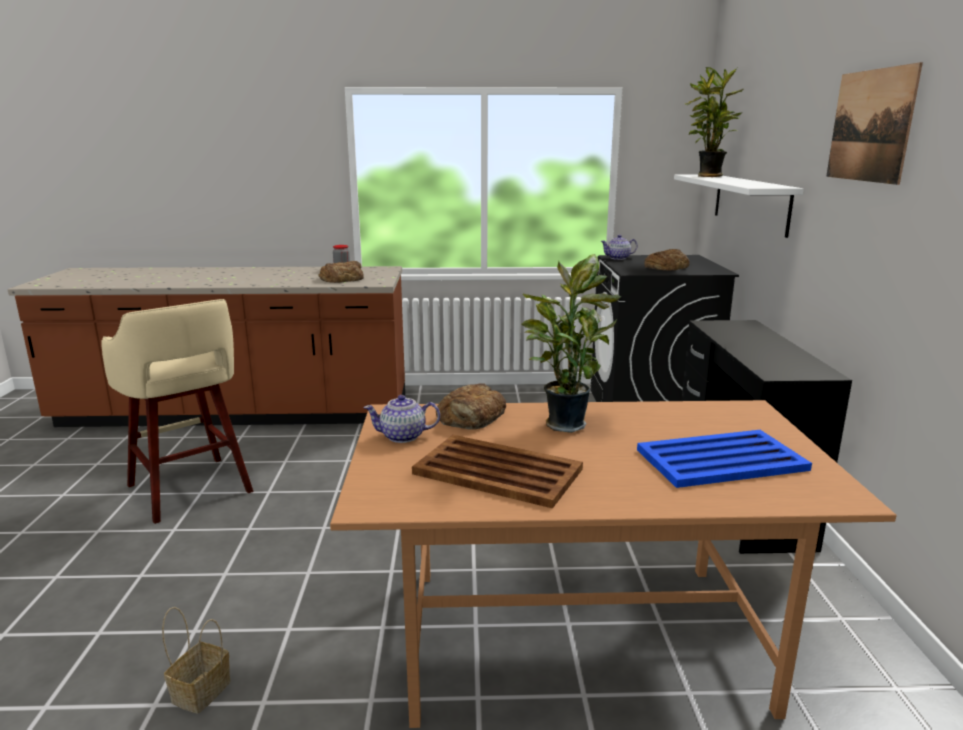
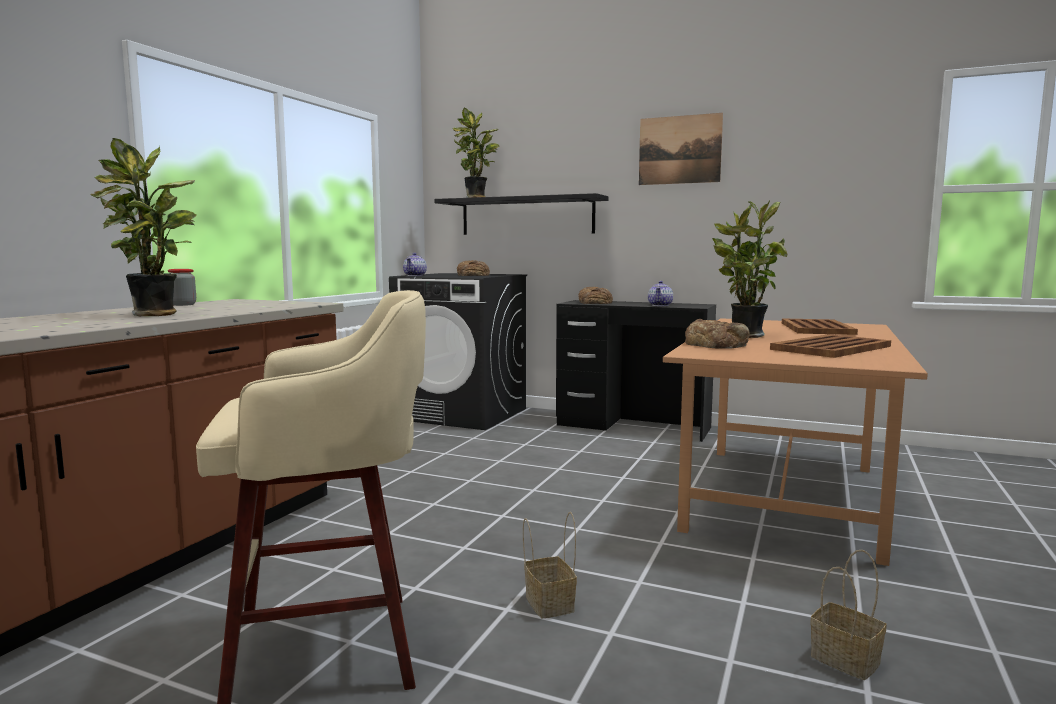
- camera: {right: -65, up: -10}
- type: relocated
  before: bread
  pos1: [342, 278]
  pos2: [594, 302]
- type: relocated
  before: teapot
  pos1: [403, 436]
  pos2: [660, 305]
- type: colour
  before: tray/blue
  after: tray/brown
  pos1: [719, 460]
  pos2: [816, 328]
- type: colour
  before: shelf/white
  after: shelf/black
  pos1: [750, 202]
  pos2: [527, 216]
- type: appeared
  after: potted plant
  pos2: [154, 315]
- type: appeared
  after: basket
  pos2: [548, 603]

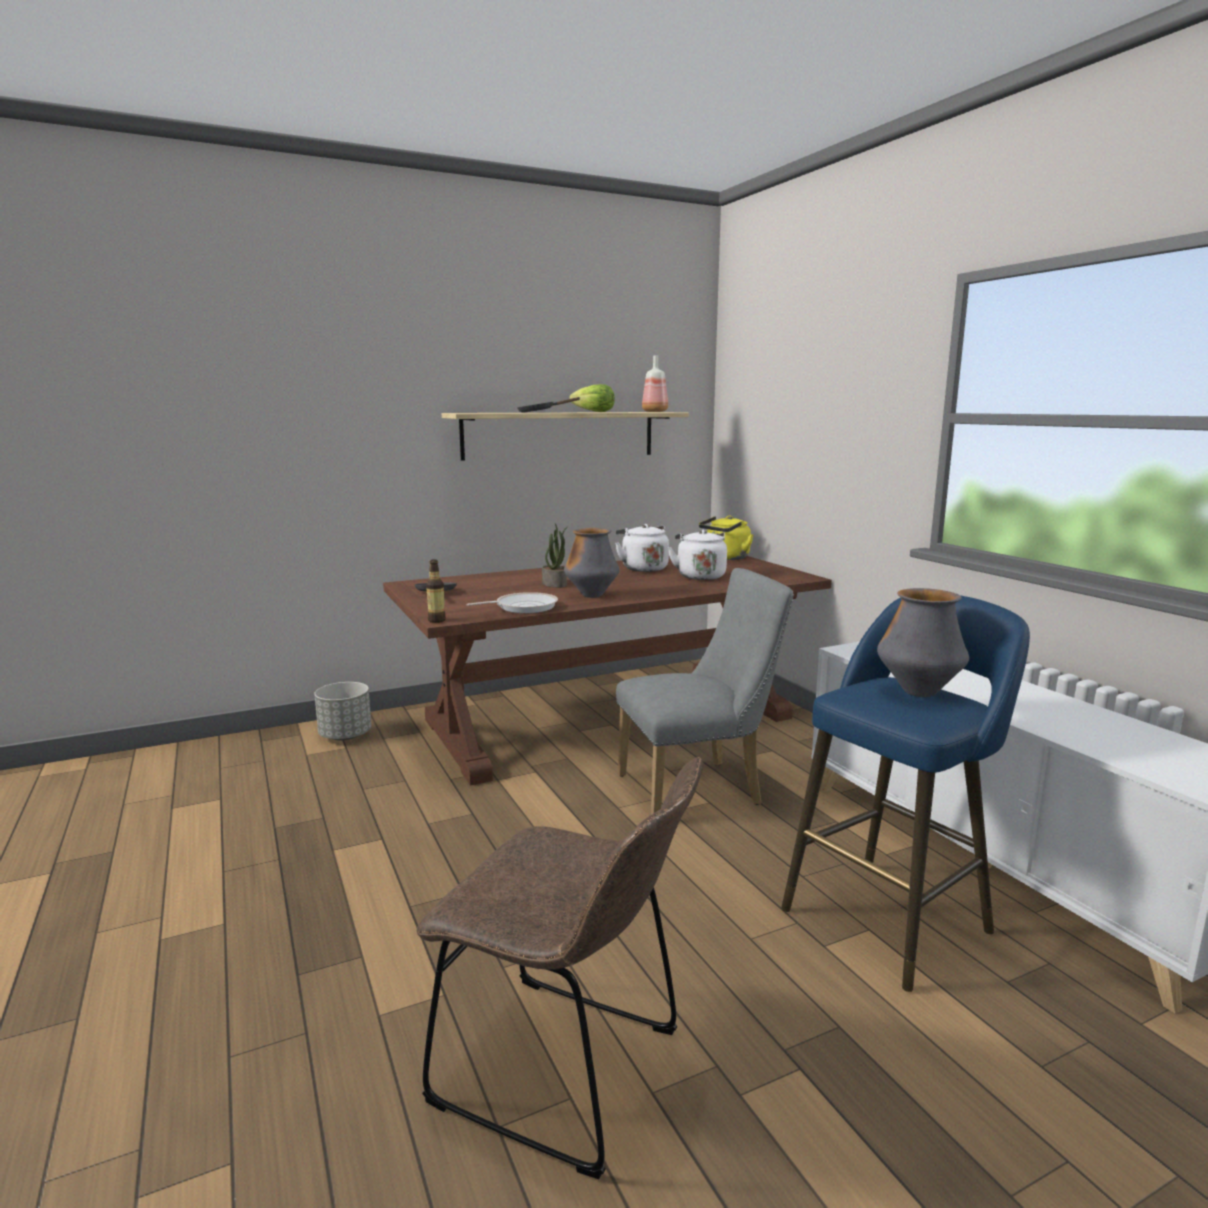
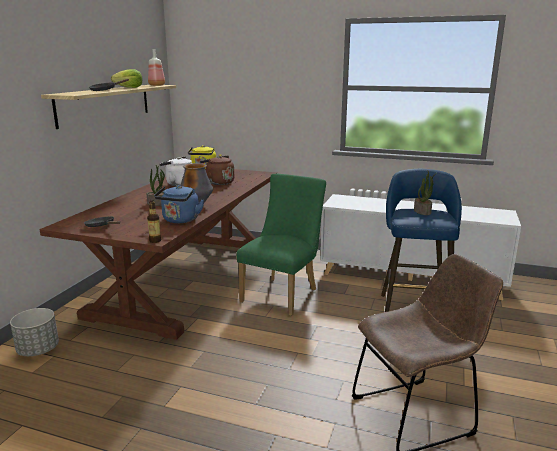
- camera: {right: -45, up: 5}
- type: exchanged
  before: frying pan
  after: kettle/blue
  pos1: [523, 607]
  pos2: [180, 220]
- type: colour
  before: chair/grey
  after: chair/green
  pos1: [699, 789]
  pos2: [283, 293]
- type: colour
  before: kettle/white
  after: kettle/brown
  pos1: [699, 576]
  pos2: [218, 182]
- type: exchanged
  before: vase
  after: potted plant
  pos1: [918, 692]
  pos2: [422, 212]

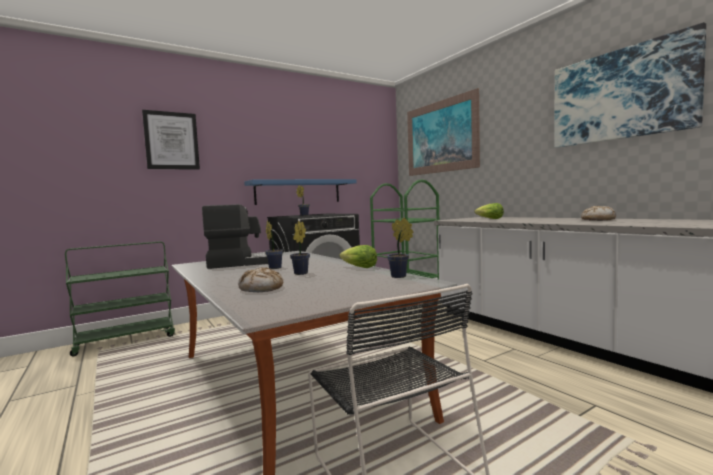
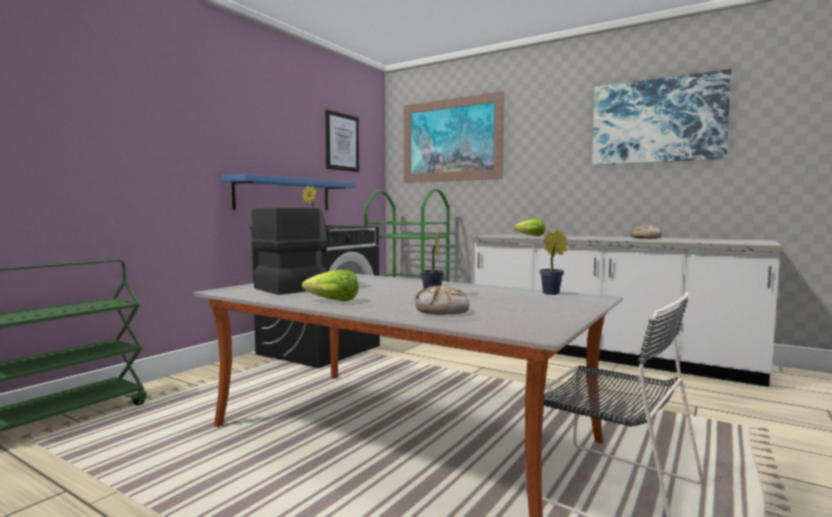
- camera: {right: -25, up: 0}
- type: relocated
  before: picture
  pos1: [171, 141]
  pos2: [342, 142]
- type: missing
  before: potted plant
  pos1: [274, 267]
- type: relocated
  before: lettuce
  pos1: [358, 267]
  pos2: [332, 301]

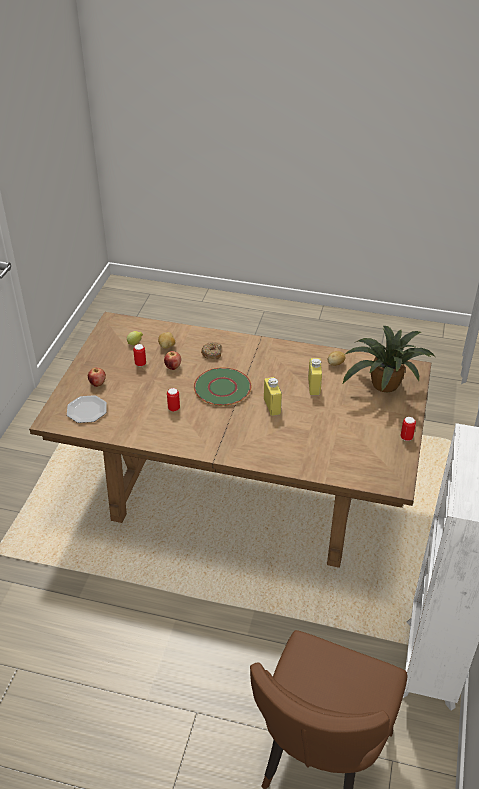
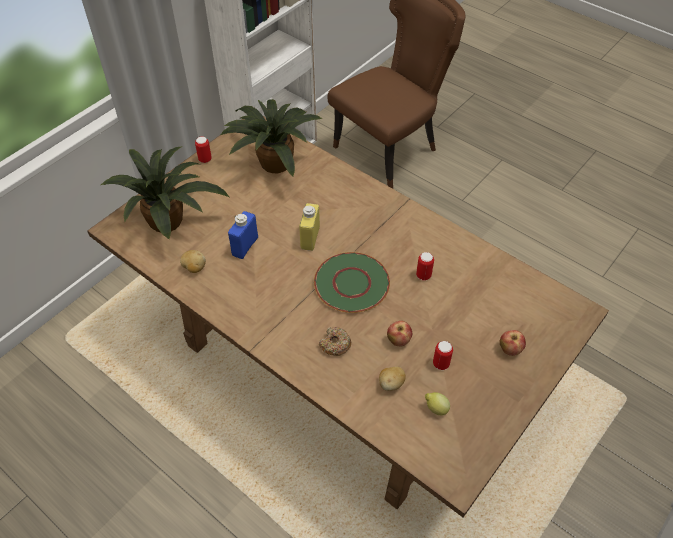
- camera: {right: -155, up: 10}
- type: missing
  before: plate
  pos1: [87, 411]
- type: colour
  before: bottle/yellow
  after: bottle/blue
  pos1: [314, 386]
  pos2: [245, 246]
- type: appeared
  after: potted plant
  pos2: [273, 162]

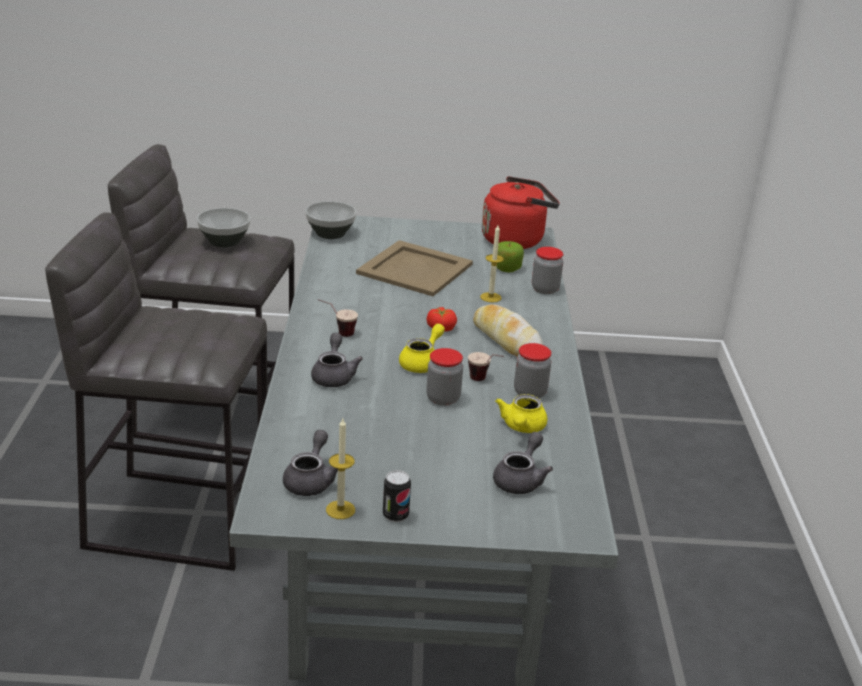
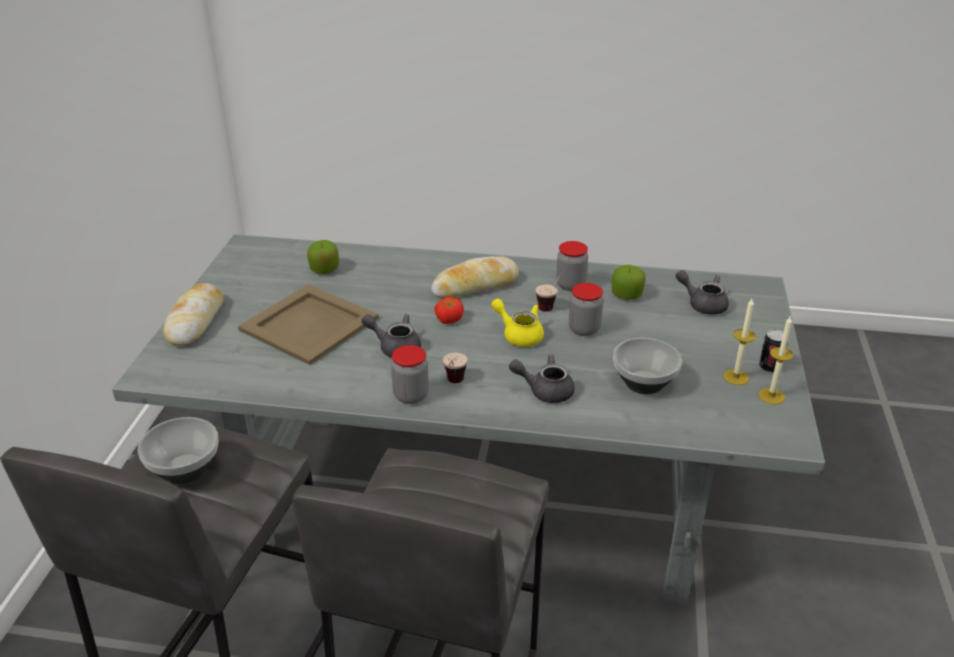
- camera: {right: -80, up: 5}
- type: relocated
  before: teapot/grey
  pos1: [311, 480]
  pos2: [395, 347]
- type: relocated
  before: bowl
  pos1: [329, 233]
  pos2: [644, 383]
- type: relocated
  before: candle
  pos1: [490, 297]
  pos2: [736, 377]
- type: missing
  before: kettle/red
  pos1: [516, 240]
- type: exchanged
  before: teapot/yellow
  after: apple
  pos1: [521, 427]
  pos2: [626, 295]
- type: relocated
  before: jar
  pos1: [545, 289]
  pos2: [411, 395]
- type: appeared
  after: bread
  pos2: [196, 321]

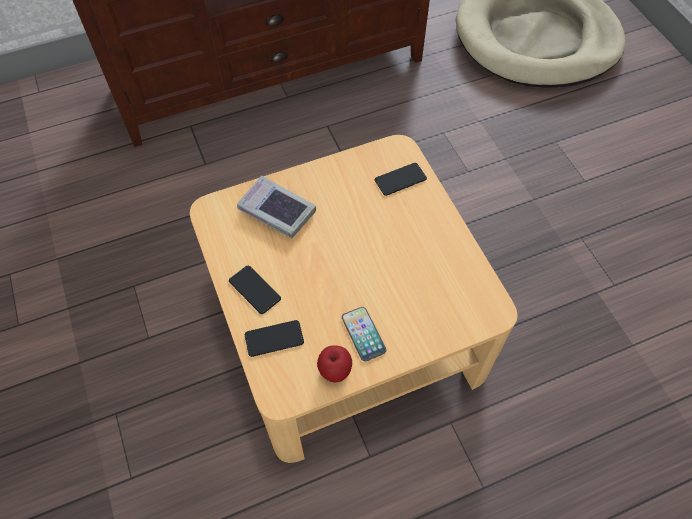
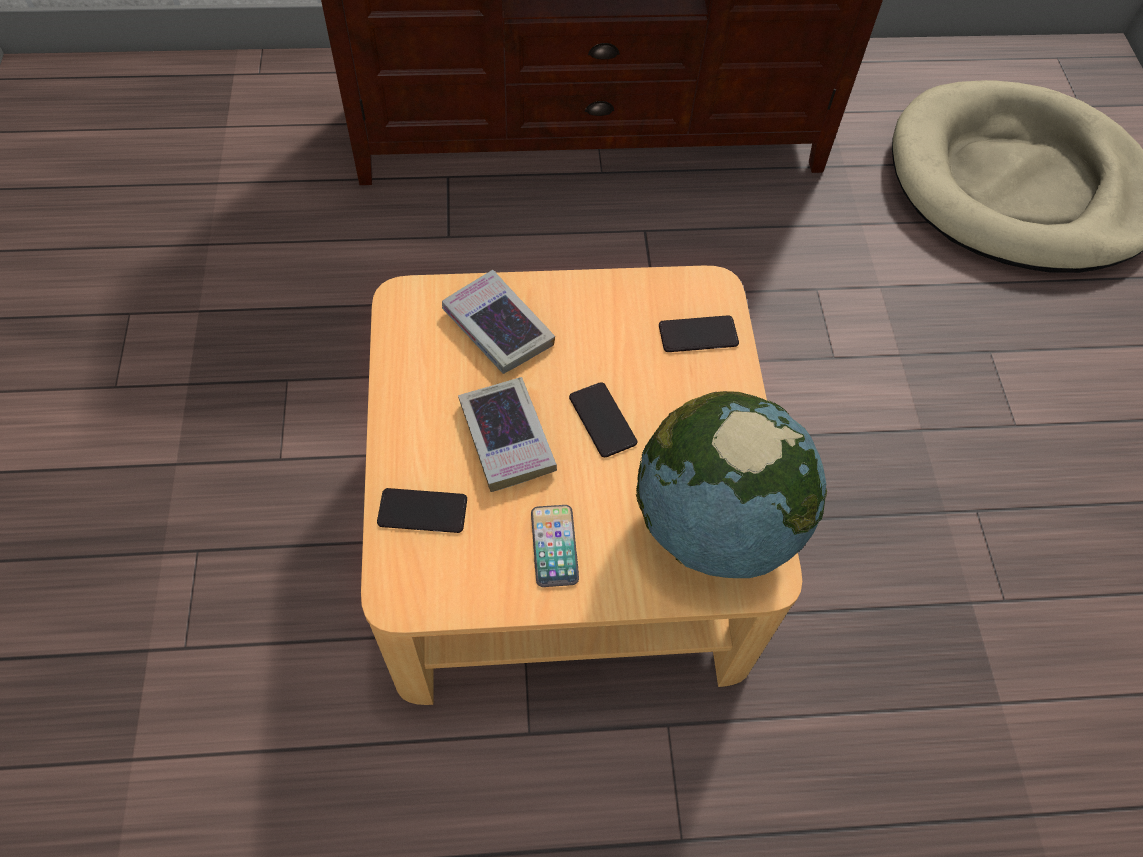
- camera: {right: 15, up: 0}
- type: relocated
  before: phone
  pos1: [254, 290]
  pos2: [602, 420]
- type: missing
  before: apple
  pos1: [335, 369]
- type: appeared
  after: book
  pos2: [507, 438]
- type: appeared
  after: globe
  pos2: [714, 524]

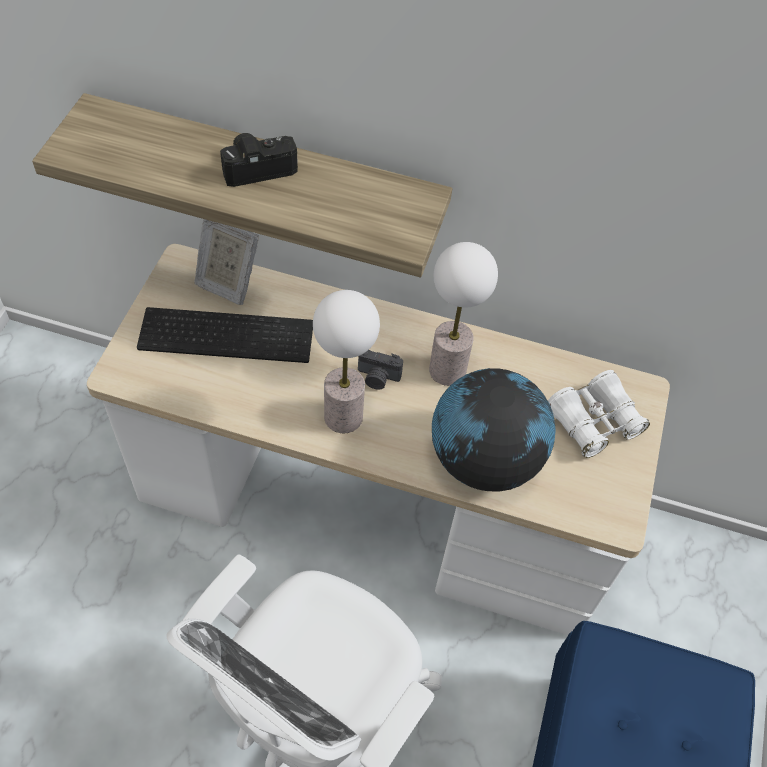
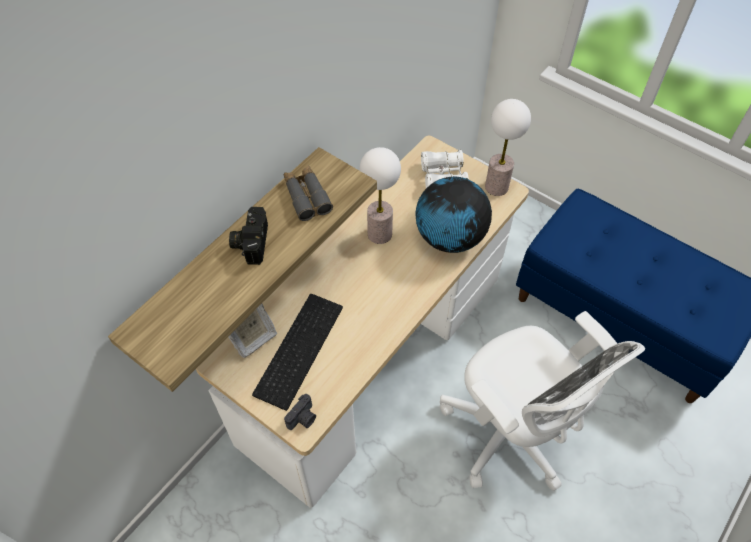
- camera: {right: -65, up: 0}
- type: relocated
  before: table lamp
  pos1: [344, 417]
  pos2: [497, 187]
- type: relocated
  before: photo camera
  pos1: [377, 378]
  pos2: [303, 419]
- type: appeared
  after: binoculars/grey
  pos2: [307, 197]

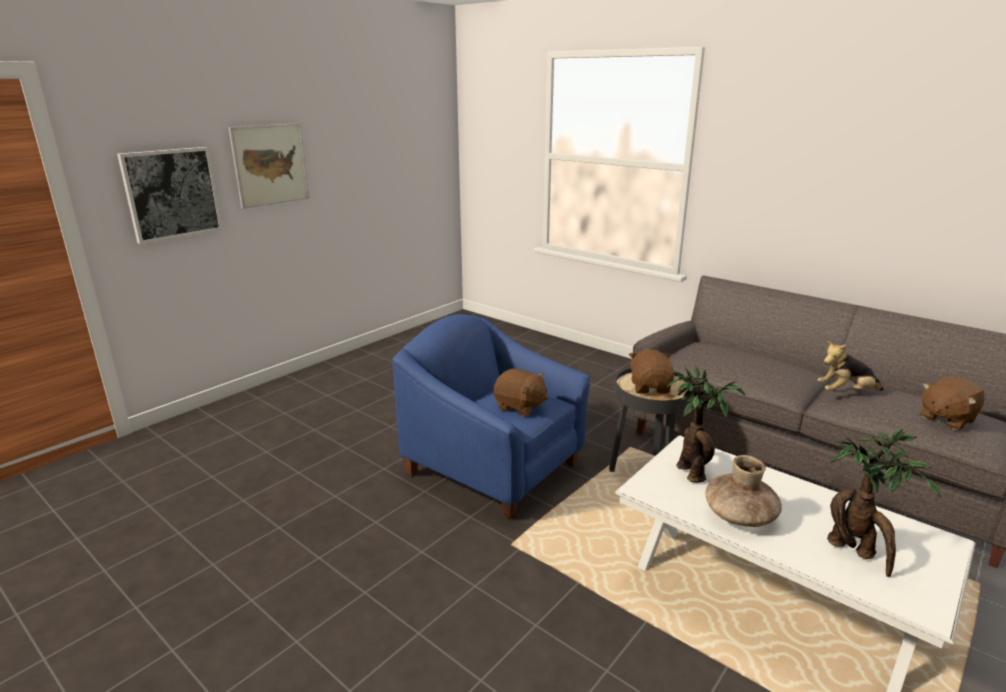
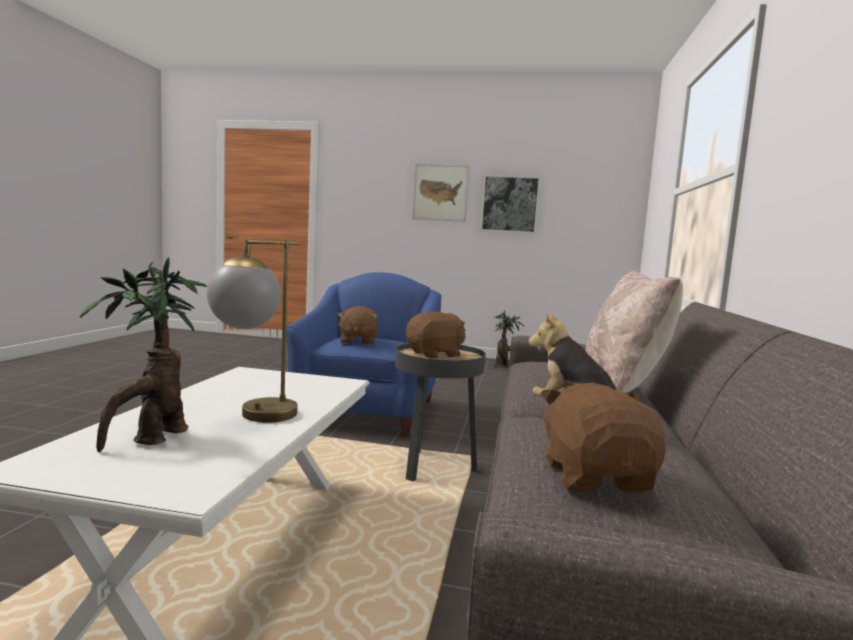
- camera: {right: 60, up: -15}
- type: relocated
  before: picture
  pos1: [172, 193]
  pos2: [510, 204]
- type: relocated
  before: potted plant
  pos1: [691, 470]
  pos2: [504, 366]
- type: missing
  before: vase/brown
  pos1: [739, 516]
- type: spun
  before: plush toy/brown
  pos1: [945, 418]
  pos2: [596, 478]
  turn: 60
- type: appeared
  after: table lamp
  pos2: [255, 419]
- type: appeared
  after: pillow/beige
  pos2: [623, 383]

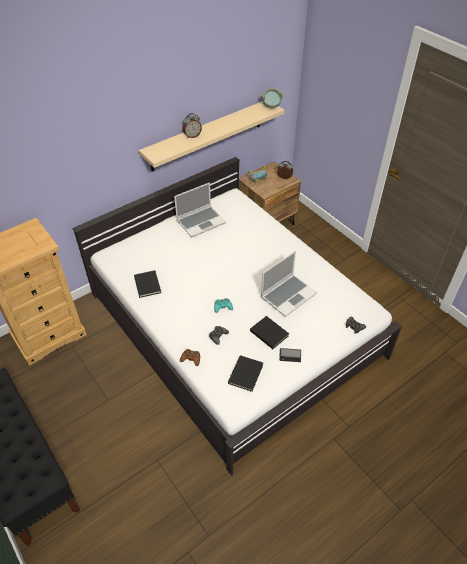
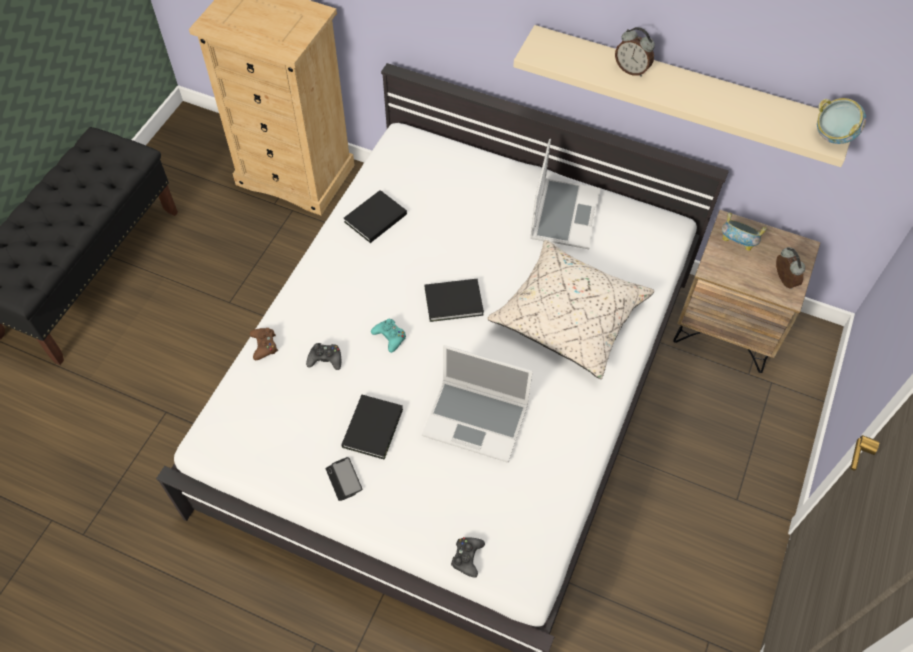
- camera: {right: 60, up: 10}
- type: spun
  before: laptop
  pos1: [201, 221]
  pos2: [563, 214]
  turn: -105
- type: relocated
  before: book/black
  pos1: [246, 373]
  pos2: [455, 302]
- type: appeared
  after: pillow/beige
  pos2: [569, 317]

